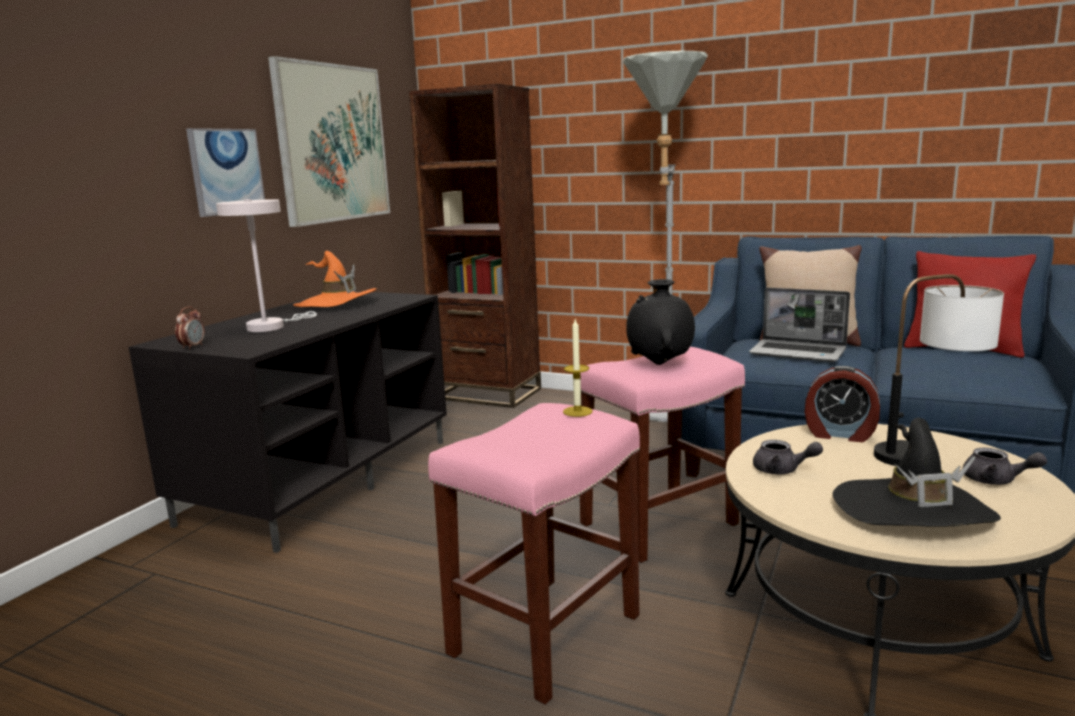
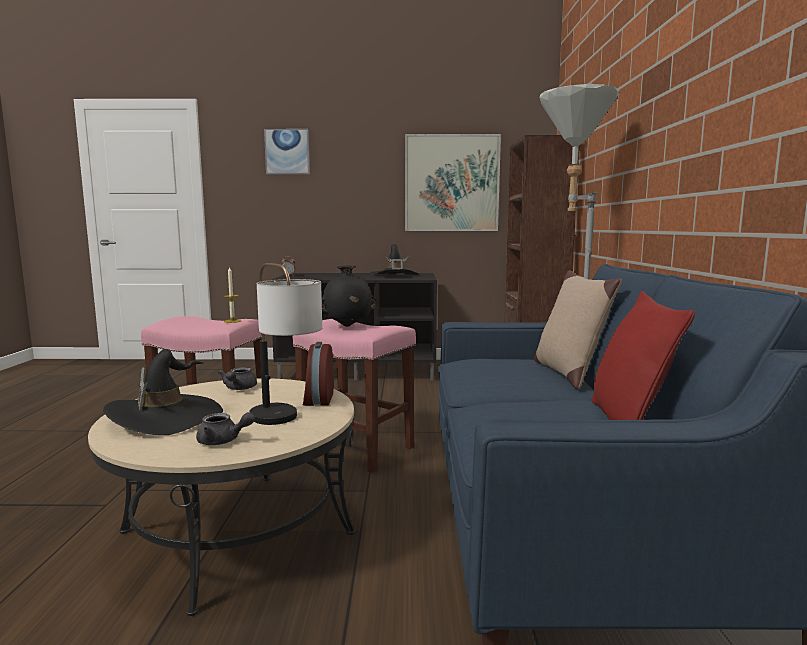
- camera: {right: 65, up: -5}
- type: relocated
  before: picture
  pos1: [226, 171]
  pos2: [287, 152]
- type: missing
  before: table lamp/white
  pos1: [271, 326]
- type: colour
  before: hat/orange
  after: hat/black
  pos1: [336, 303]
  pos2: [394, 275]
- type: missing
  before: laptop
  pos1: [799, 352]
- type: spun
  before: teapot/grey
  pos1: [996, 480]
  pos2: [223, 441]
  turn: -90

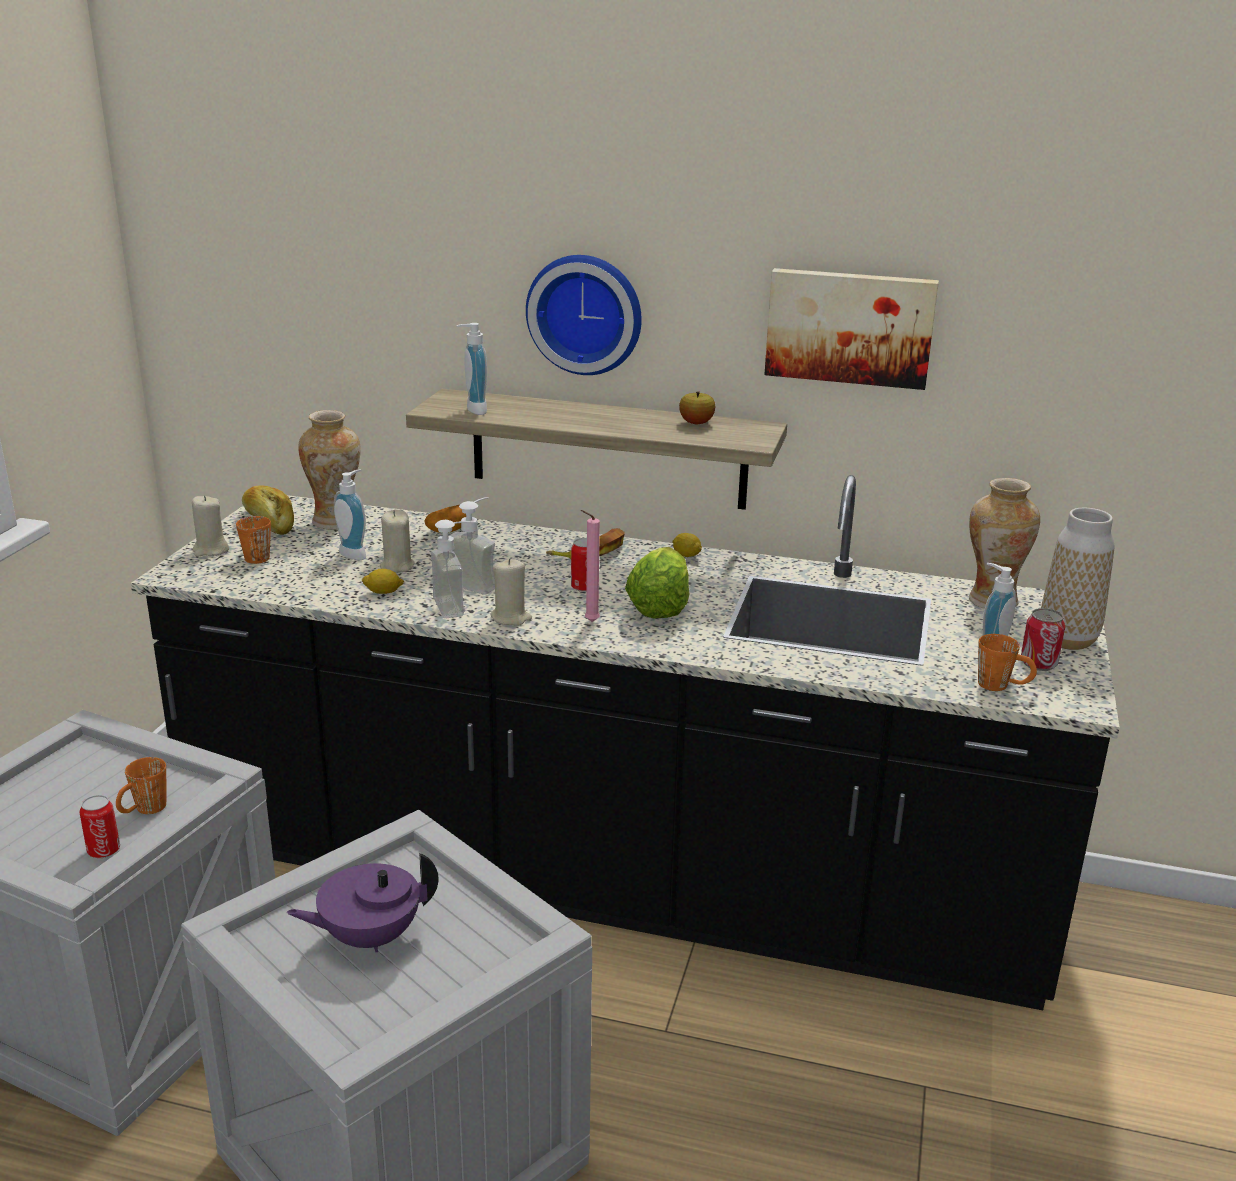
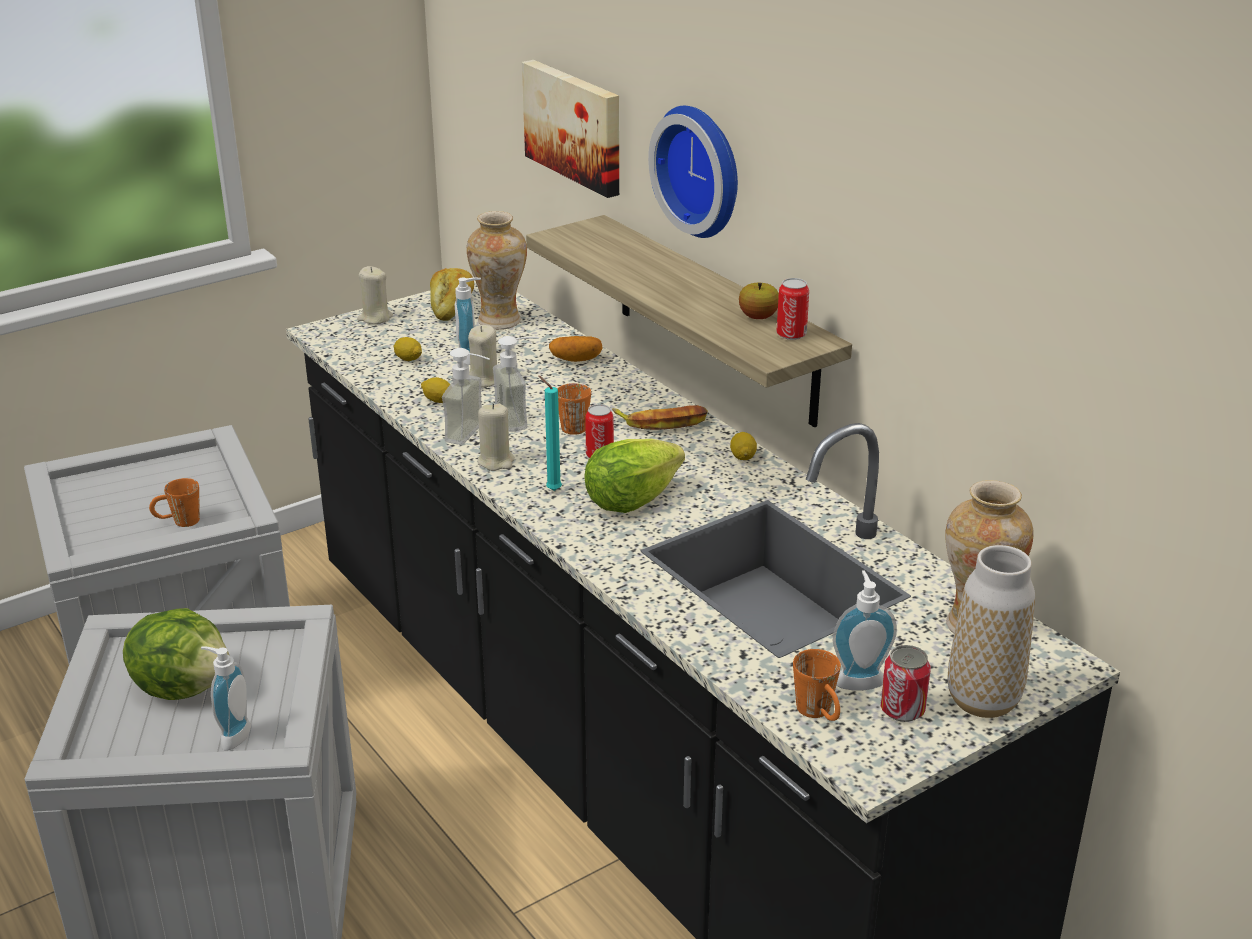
- camera: {right: 40, up: 5}
- type: relocated
  before: can
  pos1: [104, 850]
  pos2: [791, 334]
- type: relocated
  before: mug/orange
  pos1: [256, 555]
  pos2: [576, 424]
- type: exchanged
  before: teapot/purple
  after: lettuce
  pos1: [369, 937]
  pos2: [184, 686]
- type: relocated
  before: soap dispenser
  pos1: [472, 410]
  pos2: [231, 735]
- type: colour
  before: candle/pink
  after: candle/turquoise
  pos1: [589, 622]
  pos2: [551, 490]
- type: relocated
  before: picture
  pos1: [850, 327]
  pos2: [575, 126]
- type: appeared
  after: lemon
  pos2: [408, 359]

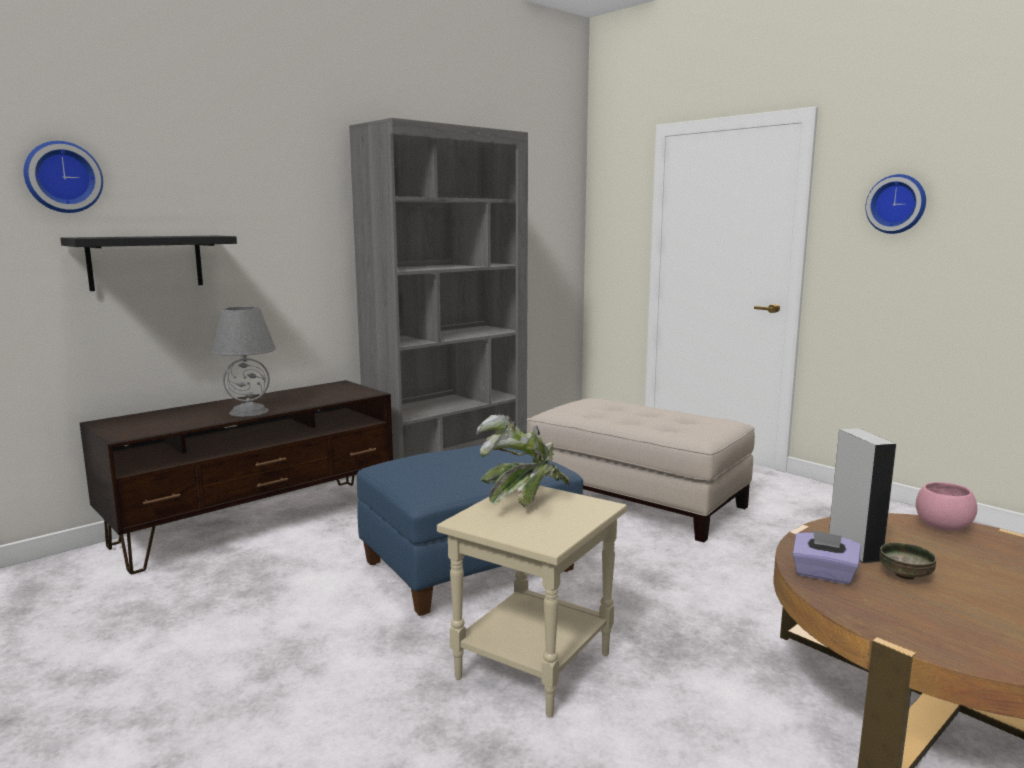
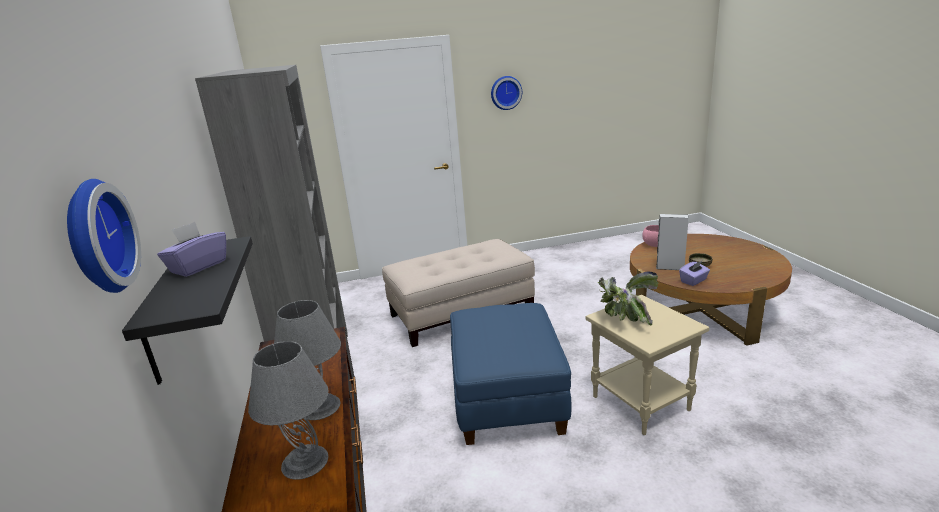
- camera: {right: -60, up: 10}
- type: appeared
  after: tissue box/purple
  pos2: [198, 266]
- type: appeared
  after: table lamp/grey
  pos2: [304, 462]

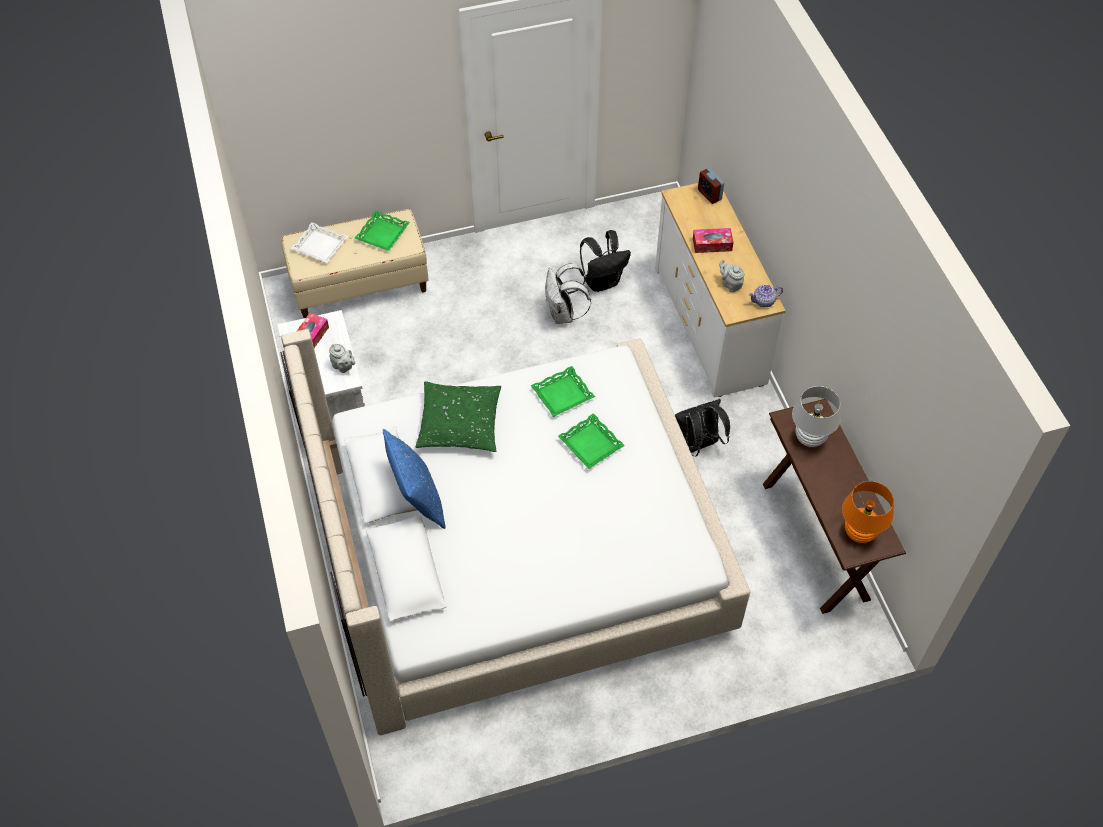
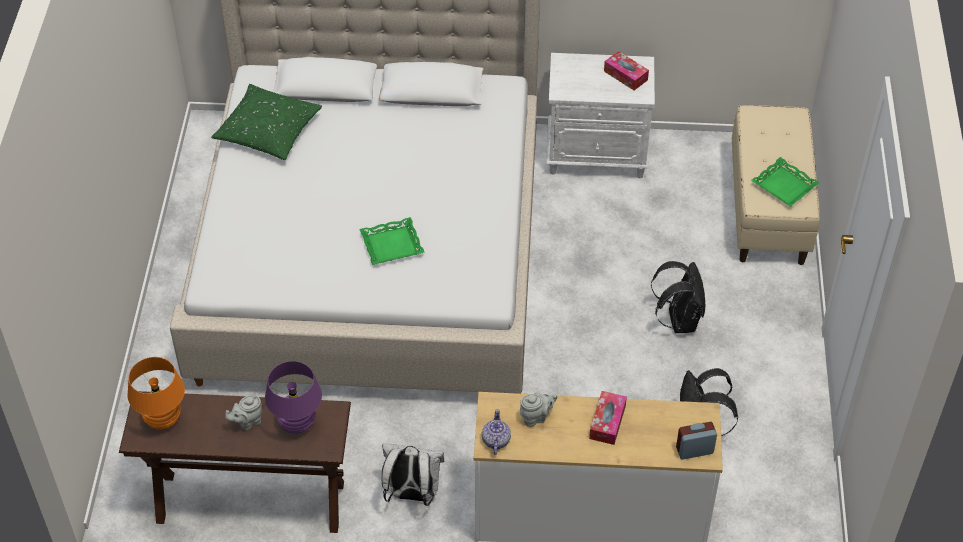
- camera: {right: 110, up: -5}
- type: missing
  before: tray/white
  pos1: [320, 245]
- type: relocated
  before: teapot/grey
  pos1: [343, 367]
  pos2: [247, 422]
- type: missing
  before: pillow/blue
  pos1: [417, 500]
- type: relocated
  before: pillow/green
  pos1: [460, 423]
  pos2: [268, 130]
- type: missing
  before: tray/green
  pos1: [562, 395]
- type: relocated
  before: backpack/white
  pos1: [563, 314]
  pos2: [412, 494]
- type: relocated
  before: backpack/black
  pos1: [698, 445]
  pos2: [679, 320]
- type: colour
  before: table lamp/white
  after: table lamp/purple
  pos1: [810, 438]
  pos2: [297, 424]

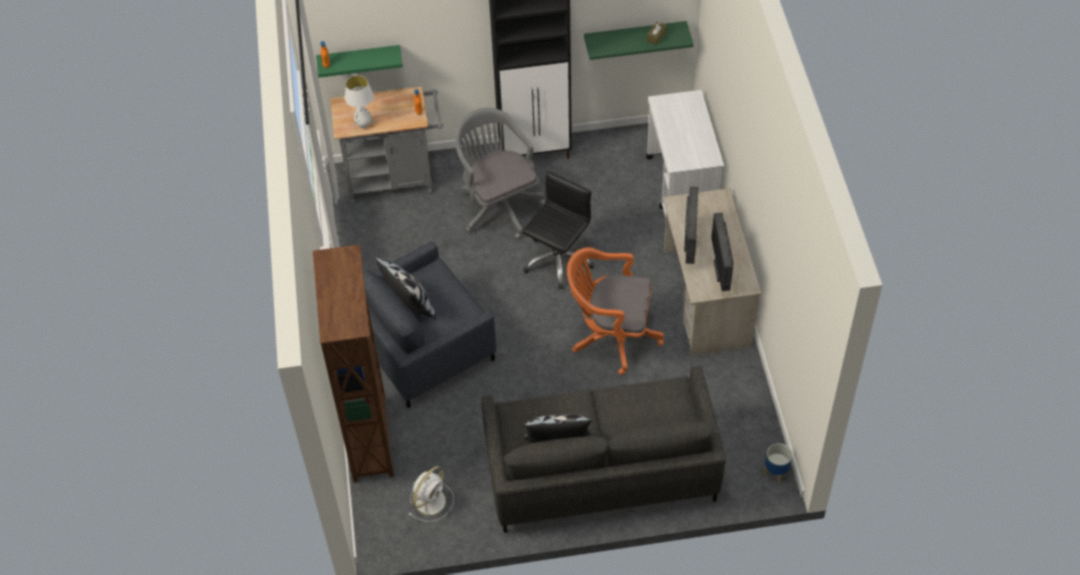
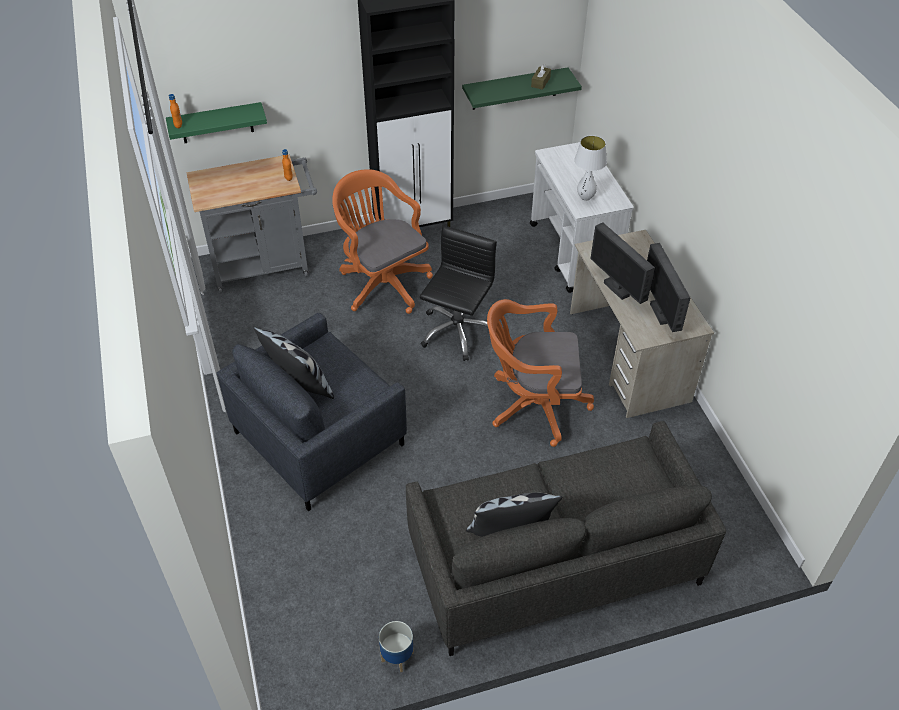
- camera: {right: -10, up: -5}
- type: missing
  before: bookcase/brown
  pos1: [370, 437]
- type: relocated
  before: table lamp/white
  pos1: [363, 125]
  pos2: [585, 197]
- type: missing
  before: fan/white
  pos1: [431, 500]
- type: colour
  before: office chair/grey
  after: office chair/orange
  pos1: [498, 205]
  pos2: [382, 282]
- type: spun
  before: monitor
  pos1: [689, 245]
  pos2: [617, 289]
  turn: 150
- type: relocated
  before: planter
  pos1: [775, 472]
  pos2: [397, 657]

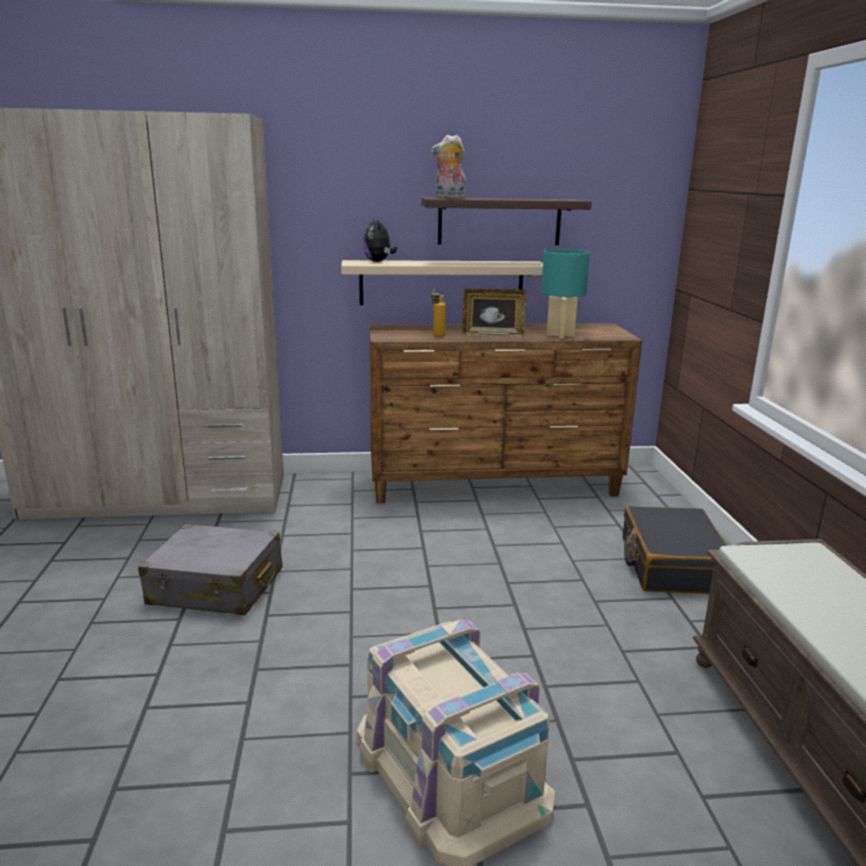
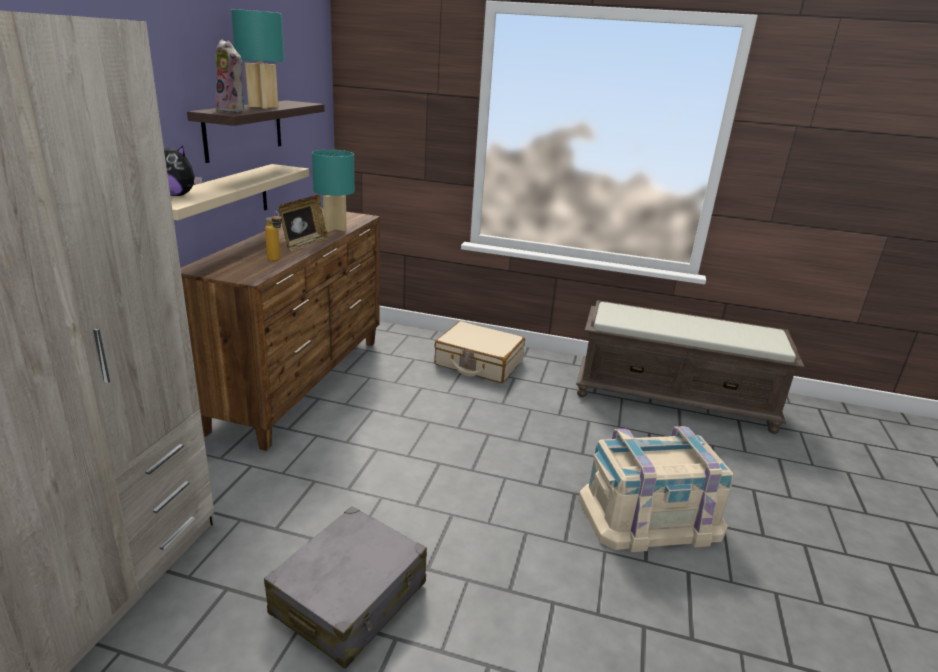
- camera: {right: -70, up: 5}
- type: spun
  before: plush toy
  pos1: [449, 198]
  pos2: [233, 111]
  turn: -75
- type: colour
  before: suitcase/black
  after: suitcase/beige
  pos1: [671, 565]
  pos2: [478, 363]
- type: appeared
  after: table lamp/turquoise
  pos2: [264, 107]

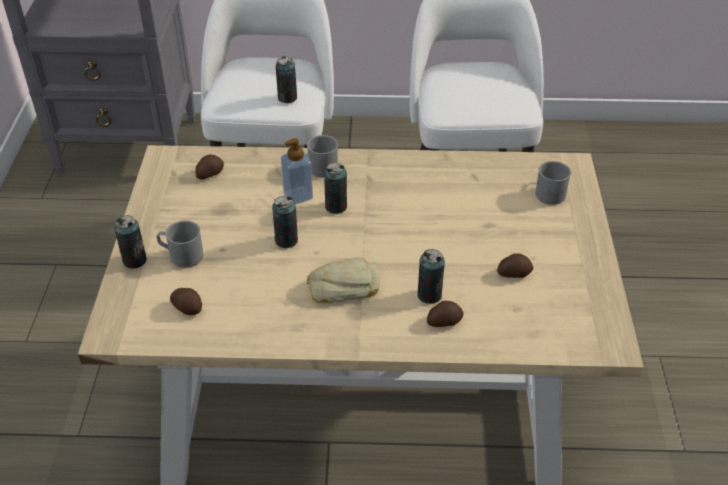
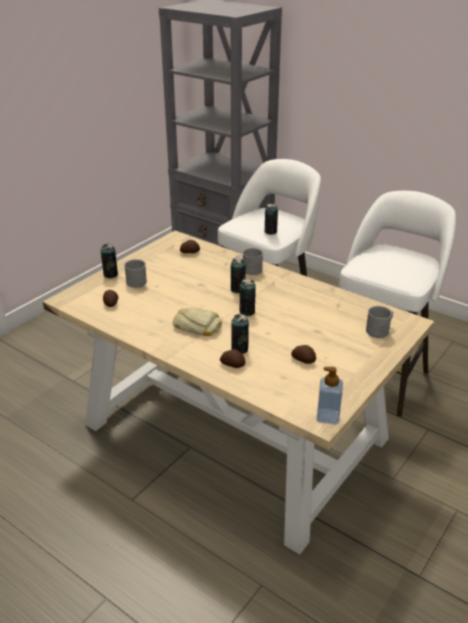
- camera: {right: 35, up: -10}
- type: relocated
  before: can
  pos1: [286, 240]
  pos2: [247, 312]
- type: relocated
  before: soap dispenser
  pos1: [298, 196]
  pos2: [327, 417]

